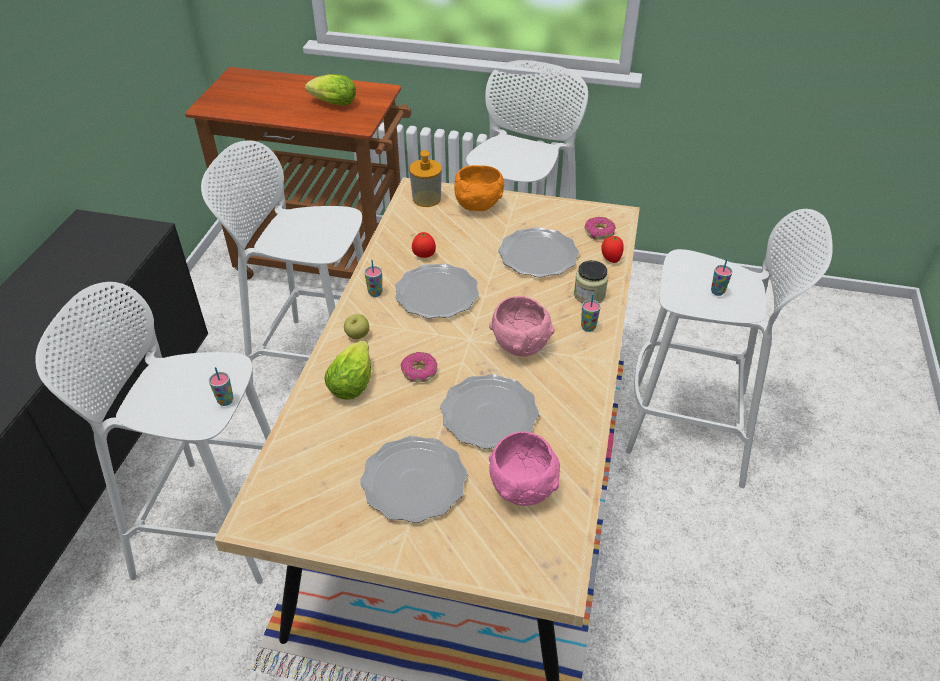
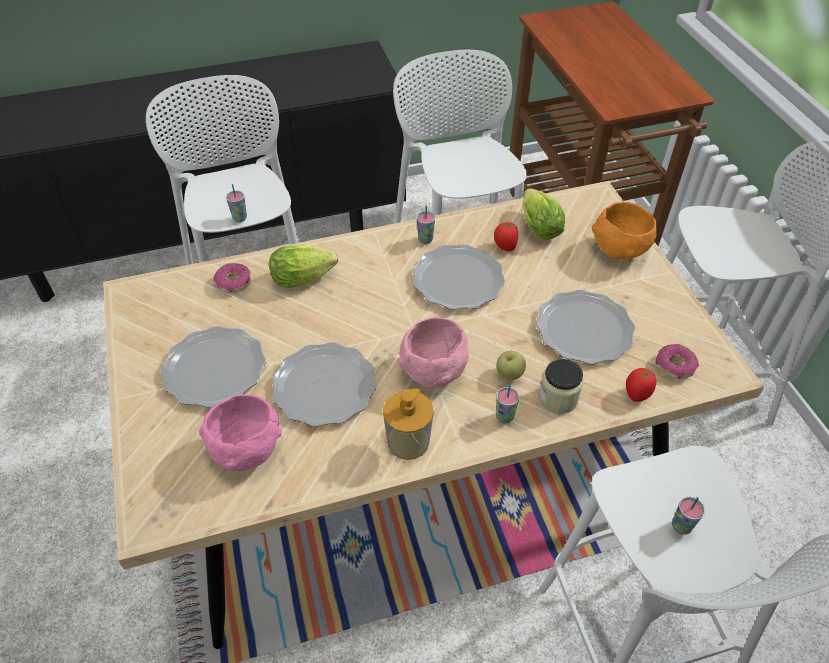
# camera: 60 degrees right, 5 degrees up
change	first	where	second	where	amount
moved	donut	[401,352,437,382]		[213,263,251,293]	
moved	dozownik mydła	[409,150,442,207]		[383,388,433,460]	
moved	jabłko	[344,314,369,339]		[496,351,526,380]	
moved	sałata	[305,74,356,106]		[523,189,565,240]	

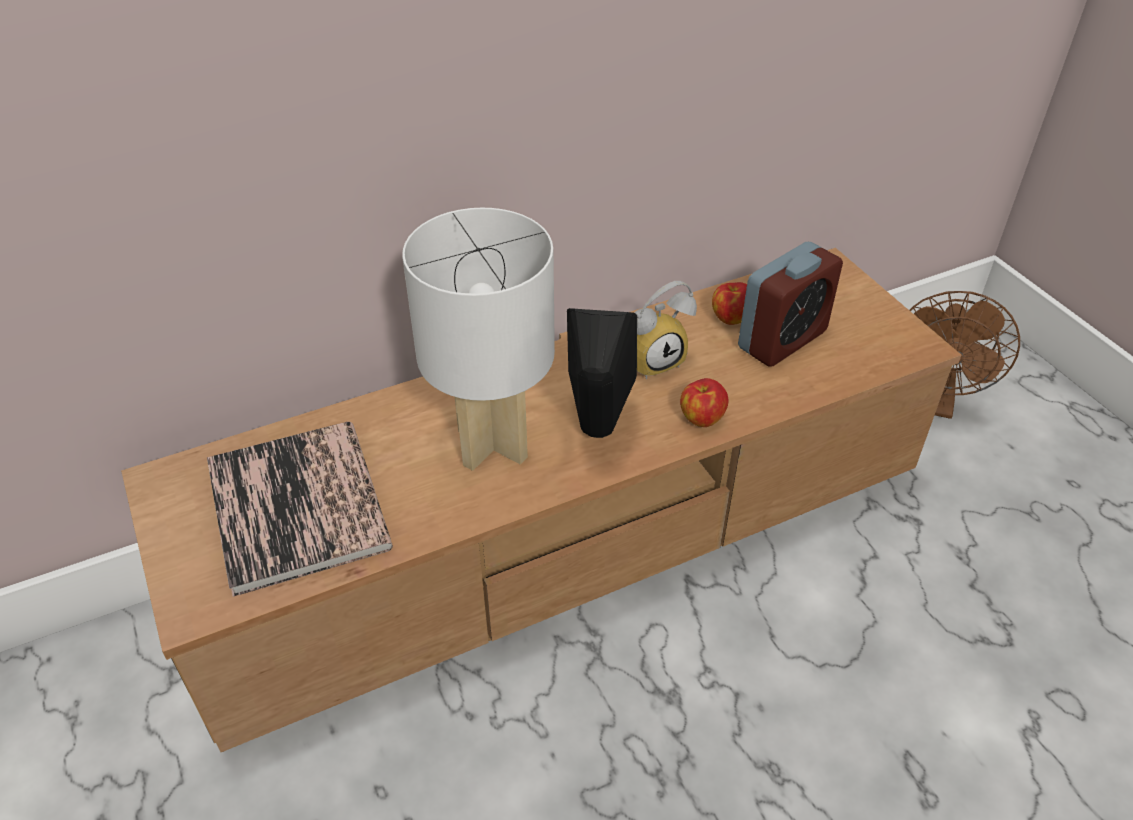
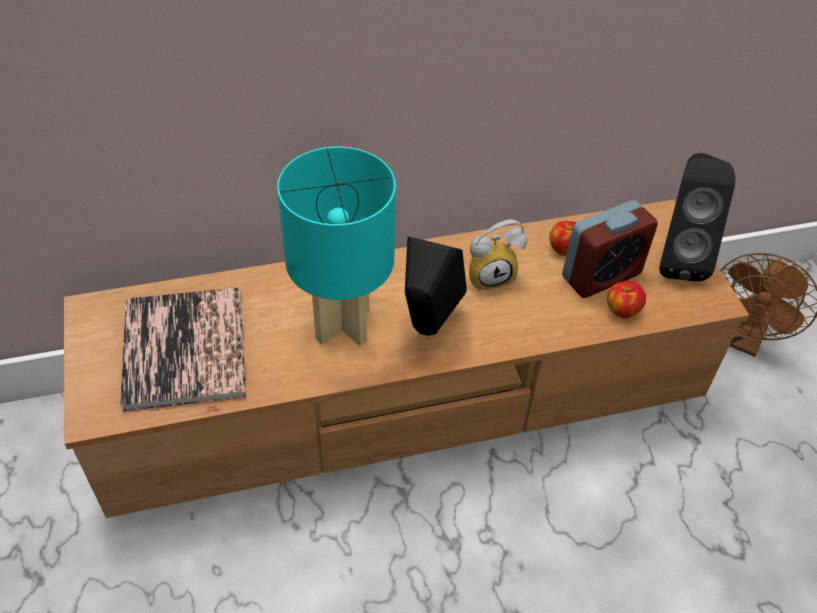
# camera: 10 degrees right, 5 degrees up
change	first	where	second	where	amount
recoloured	lampa stołowa (biały)	[402,208,555,471]	lampa stołowa (turkusowy)	[277,147,396,346]	
moved	jabłko	[680,378,729,427]		[607,281,646,319]	
added			głośnik (czarny)	[659,153,735,282]	

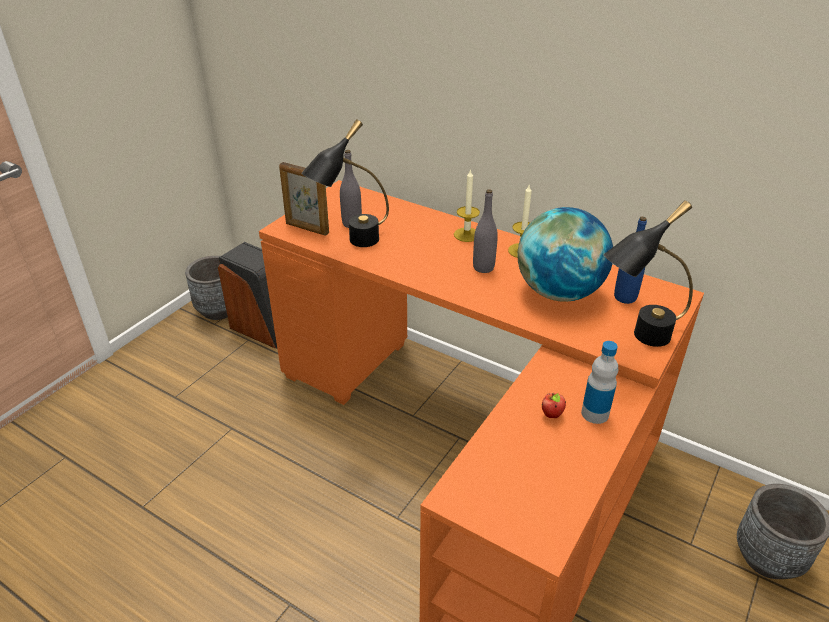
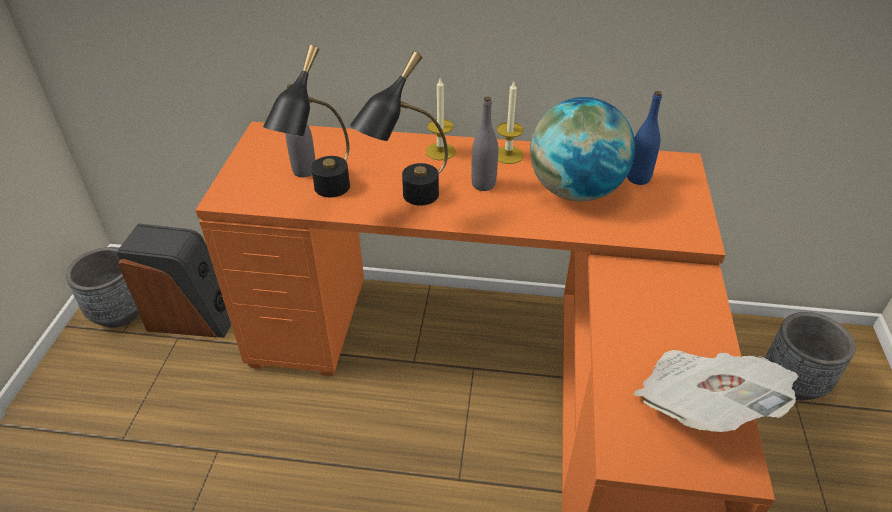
# camera: 25 degrees left, 5 degrees up
change	first	where	second	where	amount
moved	lampa stołowa (czarny)	[603,200,693,347]		[349,51,448,206]	
added			gazeta	[634,350,799,432]	
removed	ramka na zdjęcie	[279,162,329,236]			
removed	jabłko	[542,393,566,418]			
removed	butelka	[581,341,618,424]			

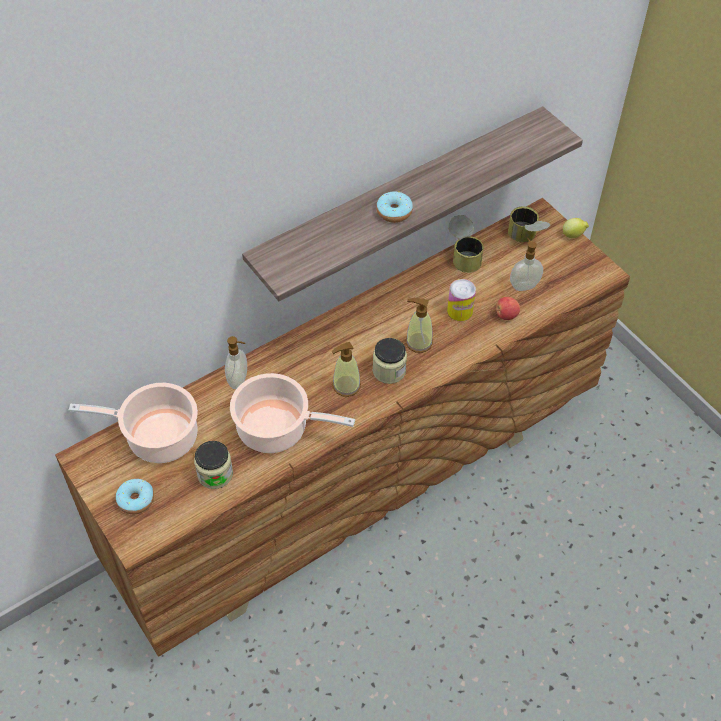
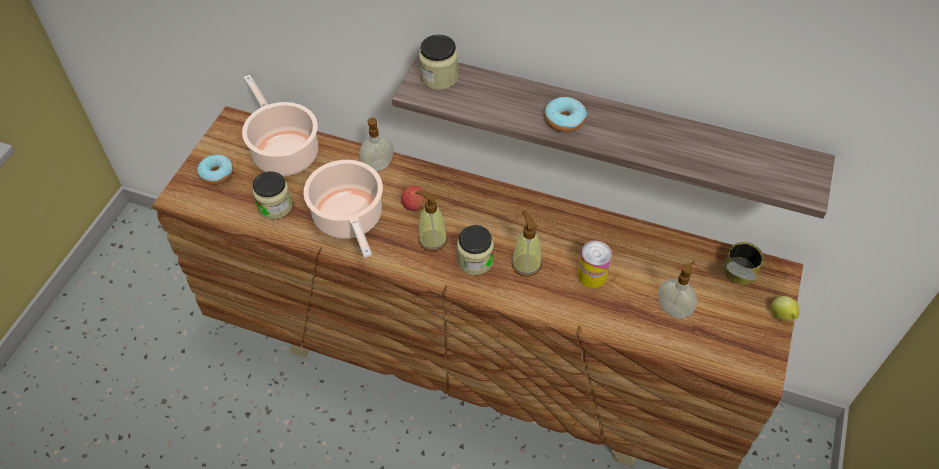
# camera: 55 degrees right, 0 degrees up
change	first	where	second	where	amount
moved	jabłko	[496,297,520,320]		[401,186,427,211]	
added			słoik	[418,35,458,90]	
removed	puszka	[448,215,484,273]			

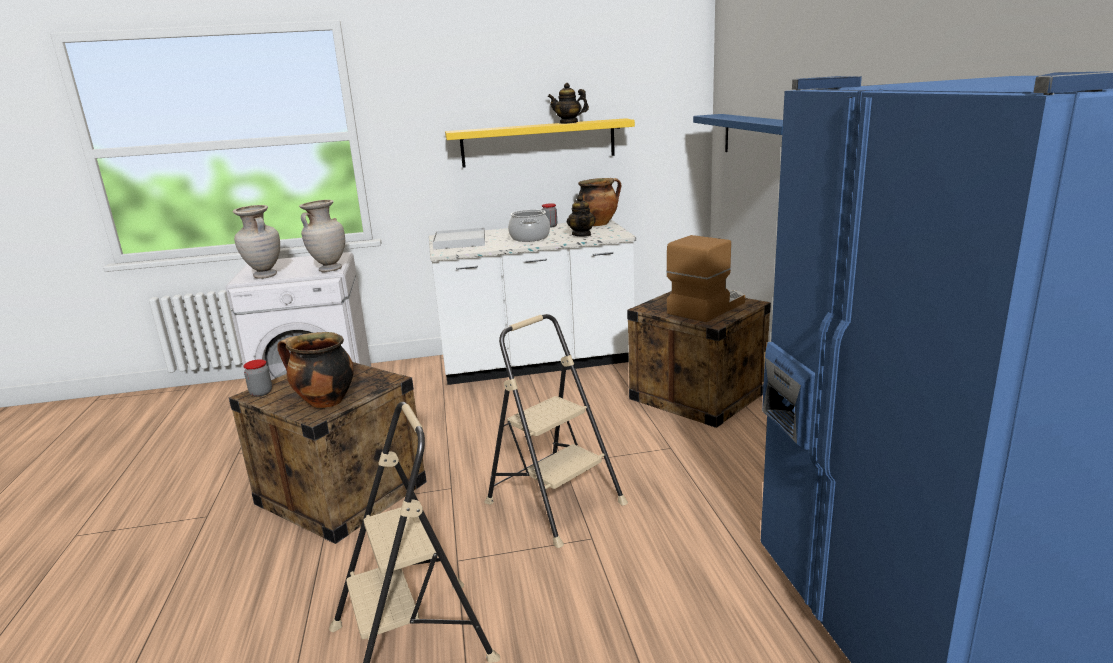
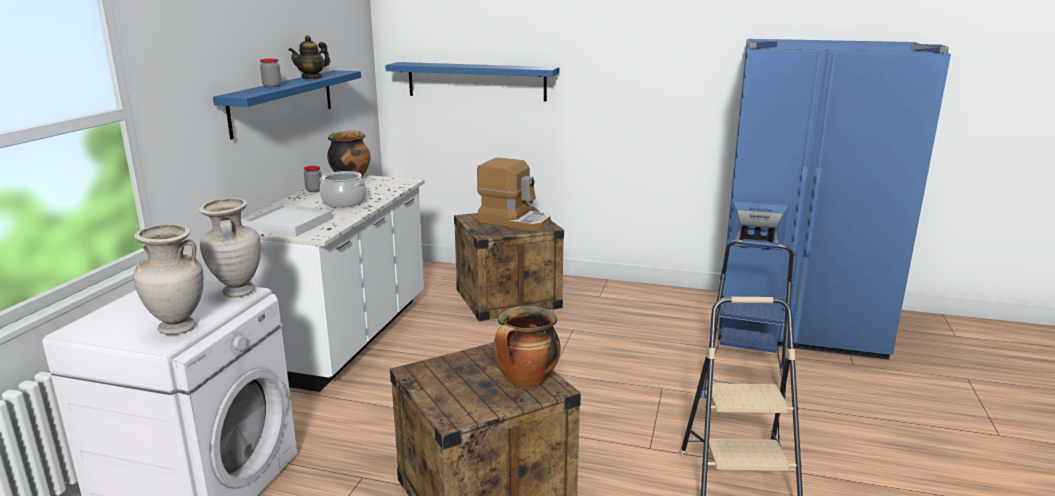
# camera: 65 degrees left, 0 degrees up
change	first	where	second	where	amount
recoloured	półka (żółty)	[445,118,635,168]	półka (niebieski)	[213,70,361,140]	
moved	słoik	[243,359,272,397]		[260,59,281,87]	
turned	ekspres do kawy	[666,235,745,322]		[477,158,550,231]	135 degrees clockwise
added			drabinka (niebieski)	[700,240,794,399]	
removed	drabinka (beżowy)	[484,314,628,548]			
removed	imbryk	[567,196,596,237]			

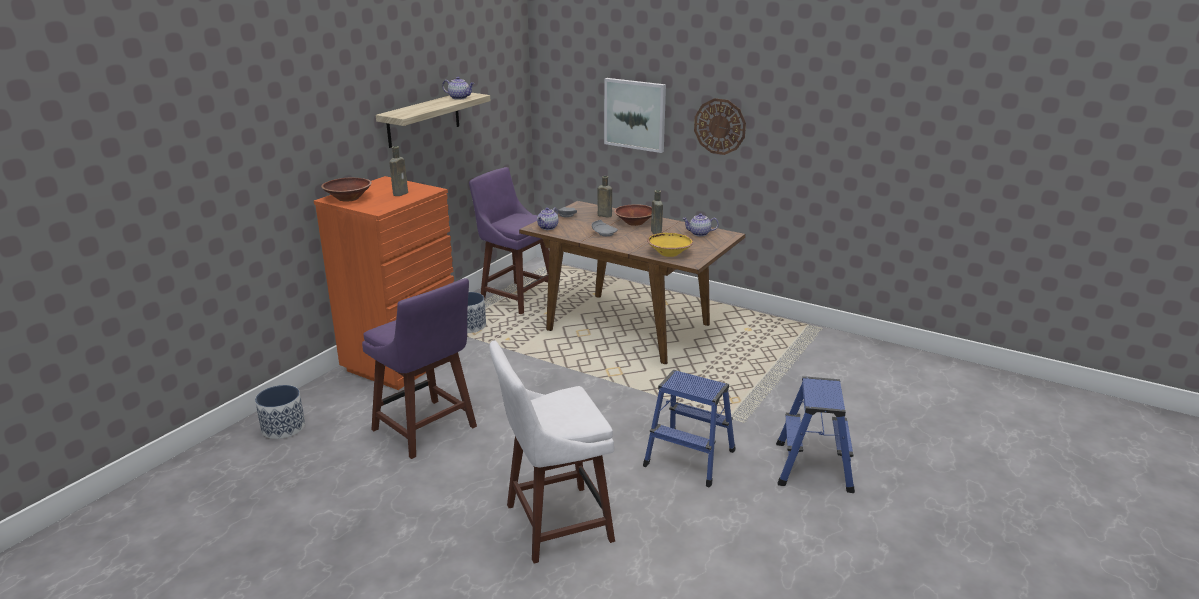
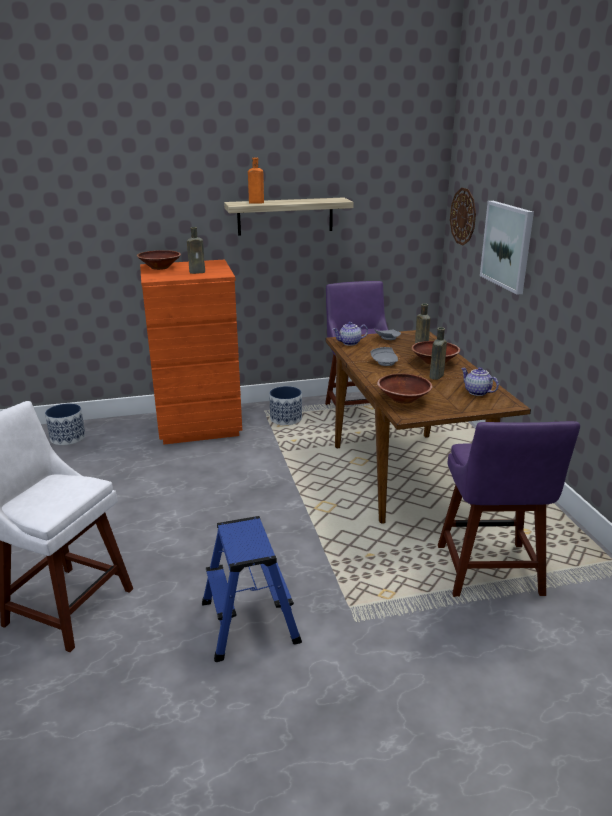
# camera: 45 degrees right, 0 degrees up
change	first	where	second	where	amount
added			butelka (pomarańczowy)	[248,158,264,204]	
recoloured	miska (żółty)	[647,233,693,257]	miska (brązowy)	[377,373,432,404]	
moved	krzesło (fioletowy)	[362,278,477,459]		[438,421,580,597]	
moved	zegar ścienny	[694,98,746,155]		[450,188,476,245]	
removed	imbryk	[442,77,475,100]			
removed	drabinka (niebieski)	[776,376,855,493]			

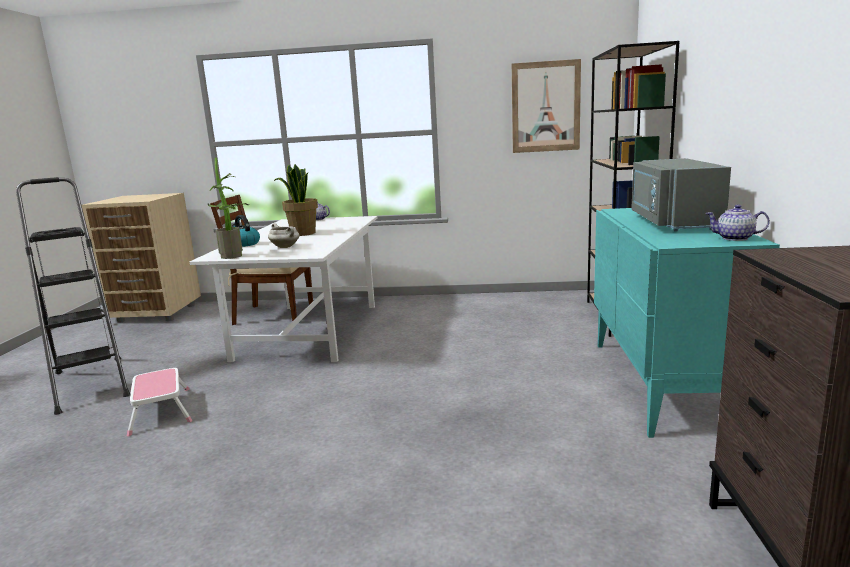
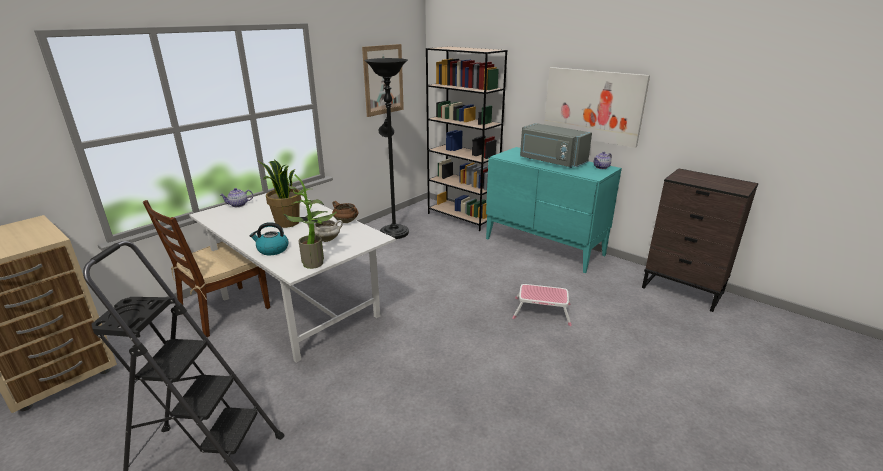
# camera: 55 degrees left, 10 degrees up
change	first	where	second	where	amount
added			garnek (brązowy)	[332,201,359,223]	
added			lampa stojąca (czarny)	[364,58,409,239]	
moved	drabinka (różowy)	[127,368,192,437]		[512,284,572,326]	
added			obraz	[544,67,650,148]	

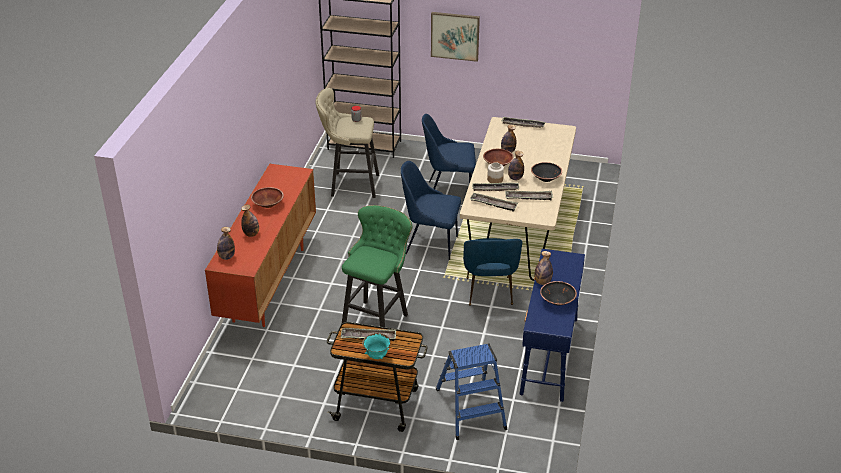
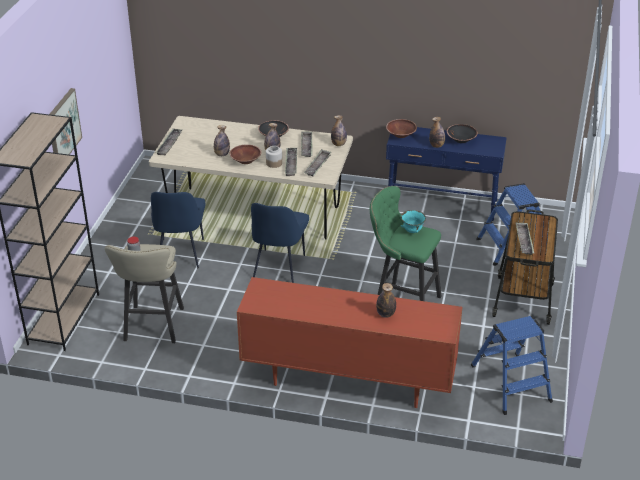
# camera: 90 degrees left, 0 degrees up
change	first	where	second	where	amount
moved	butelka	[217,227,235,260]		[331,115,347,146]	
moved	miska (brązowy)	[251,187,284,208]		[386,119,417,138]	
moved	miska (turkusowy)	[362,333,391,359]		[401,210,426,233]	
added			drabinka (niebieski)	[471,315,553,415]	
removed	krzesło (niebieski)	[463,238,522,306]			

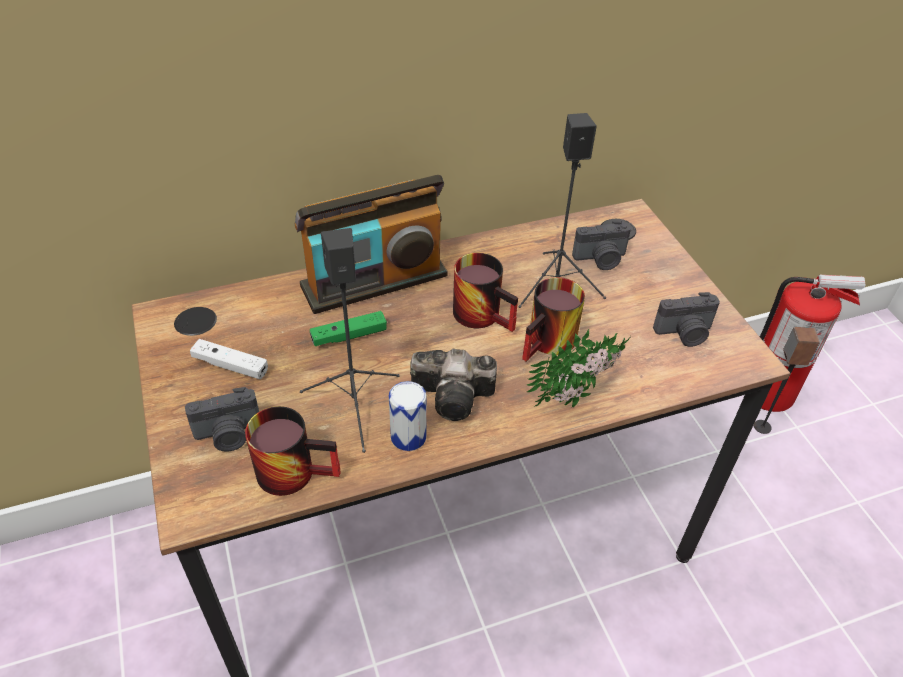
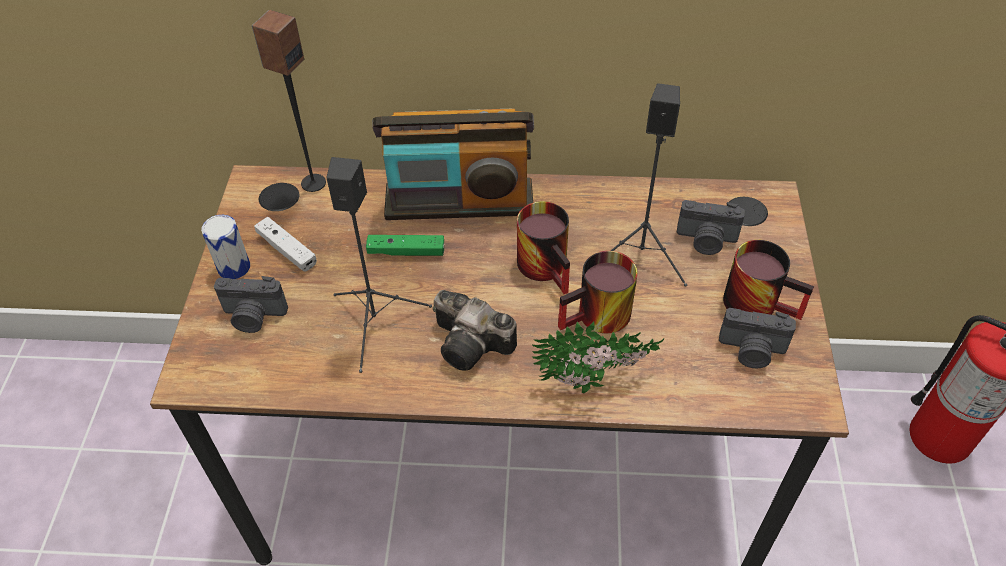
# camera: 25 degrees right, 5 degrees up
change	first	where	second	where	amount
moved	puszka	[389,381,426,451]		[201,215,250,279]	
moved	głośnik	[754,327,820,434]		[252,10,326,192]	
moved	kubek	[245,406,341,496]		[723,240,814,320]	

